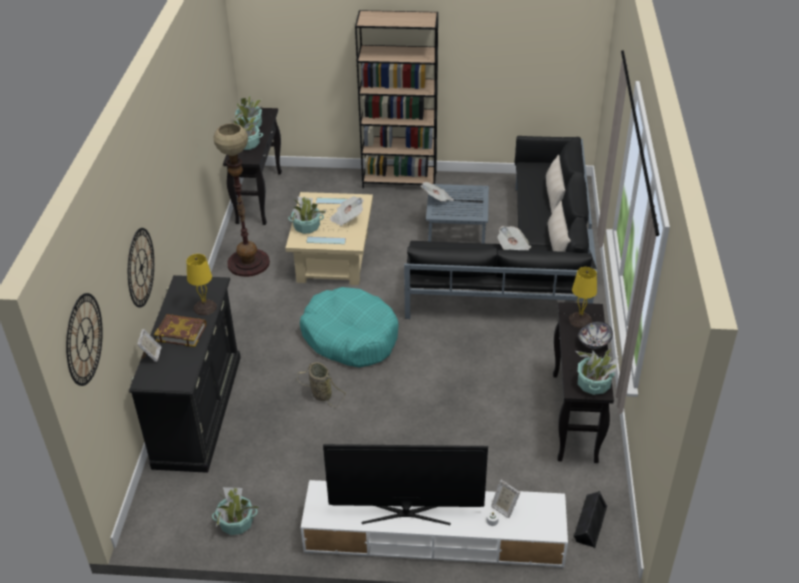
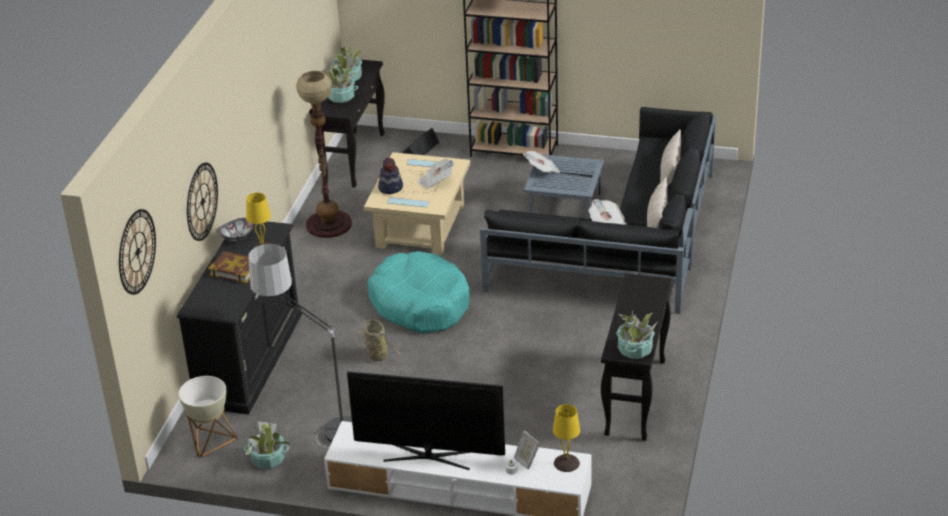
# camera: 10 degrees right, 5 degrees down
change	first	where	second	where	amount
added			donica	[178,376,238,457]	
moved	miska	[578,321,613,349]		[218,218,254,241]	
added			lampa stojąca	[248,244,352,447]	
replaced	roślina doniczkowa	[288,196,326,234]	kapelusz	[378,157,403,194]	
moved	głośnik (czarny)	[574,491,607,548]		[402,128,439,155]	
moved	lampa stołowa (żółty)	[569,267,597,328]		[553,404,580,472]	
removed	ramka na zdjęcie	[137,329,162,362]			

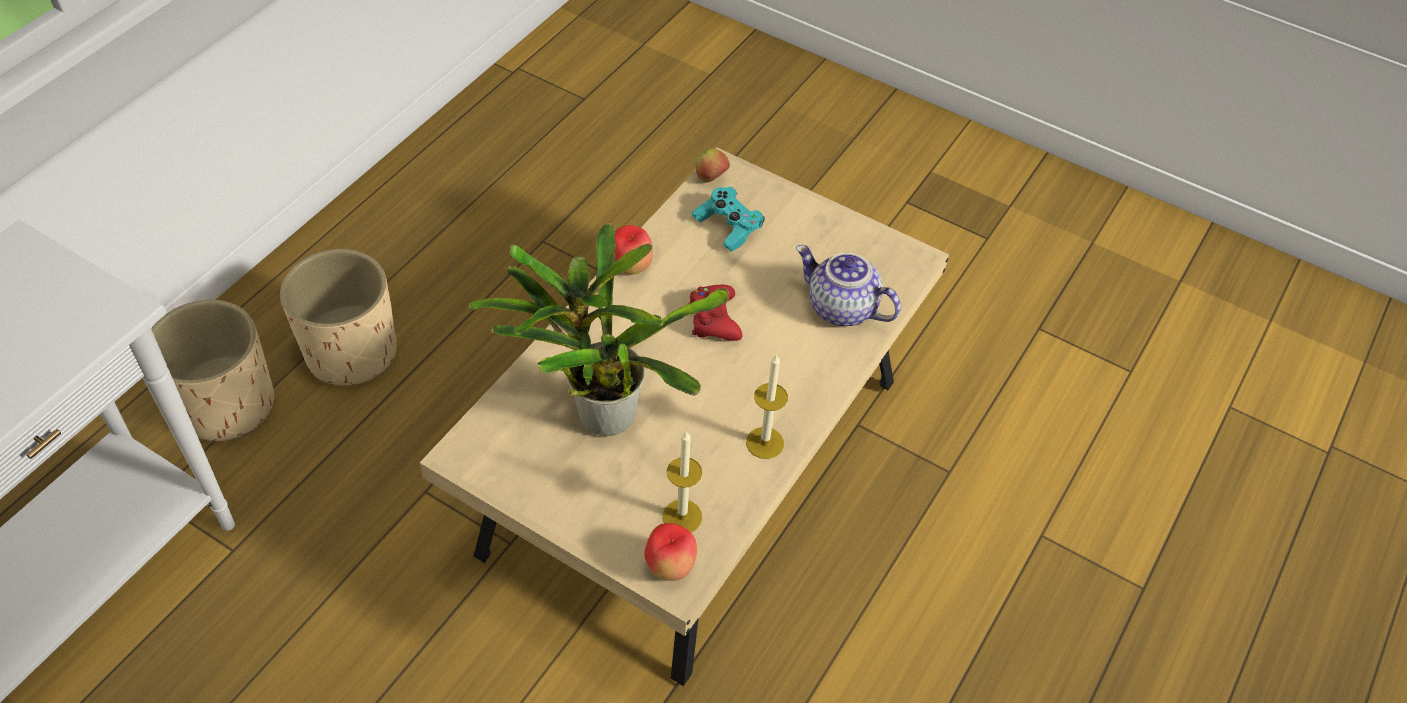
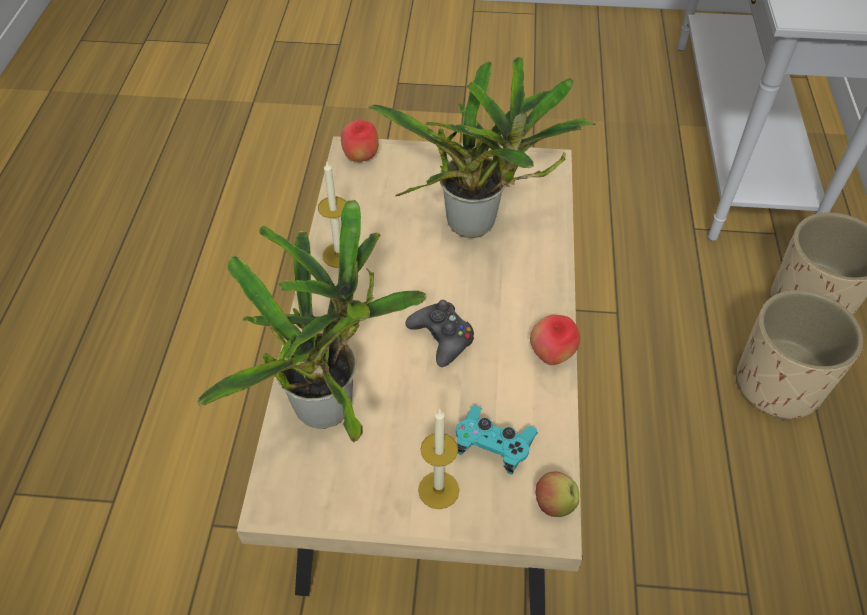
# camera: 155 degrees right, 0 degrees up
change	first	where	second	where	amount
replaced	imbryk	[796,245,901,326]	roślina doniczkowa	[198,200,427,443]	
recoloured	pad do gier (czerwony)	[689,285,742,341]	pad do gier (czarny)	[405,300,474,367]	
moved	świeca	[662,430,702,532]		[418,409,459,509]	

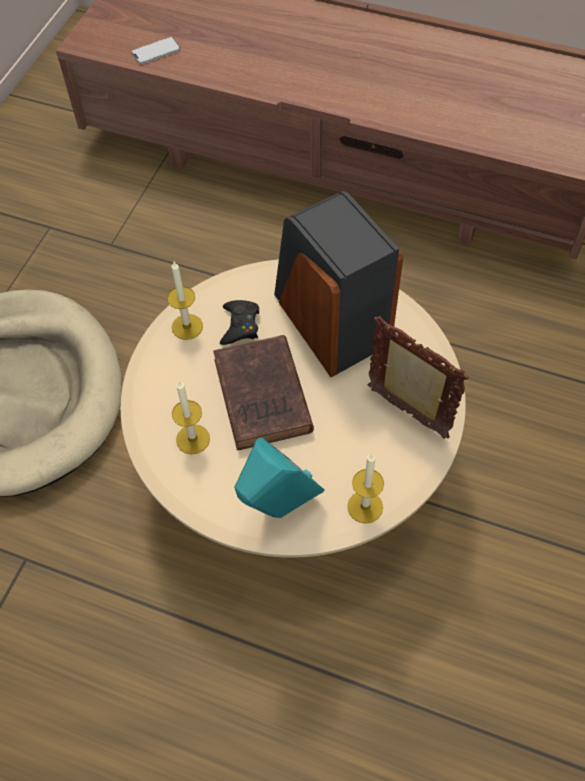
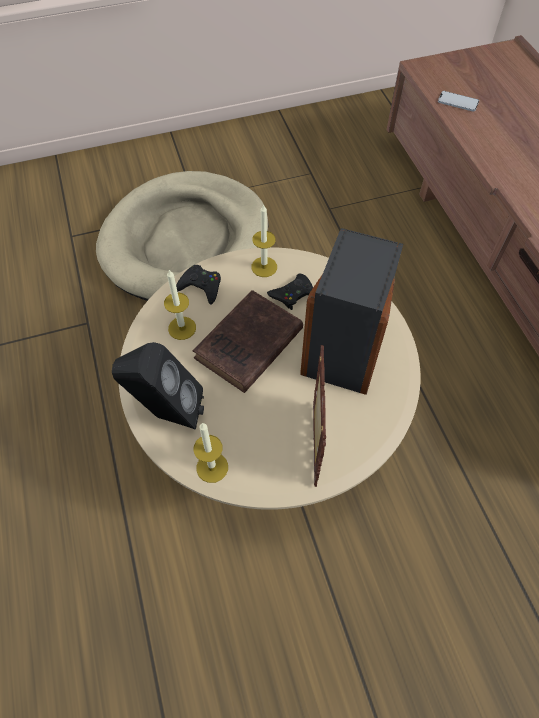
# camera: 50 degrees right, 0 degrees up
change	first	where	second	where	amount
recoloured	głośnik (turkusowy)	[234,438,325,518]	głośnik (czarny)	[112,342,204,430]	
added			pad do gier (czarny)	[176,265,221,305]	

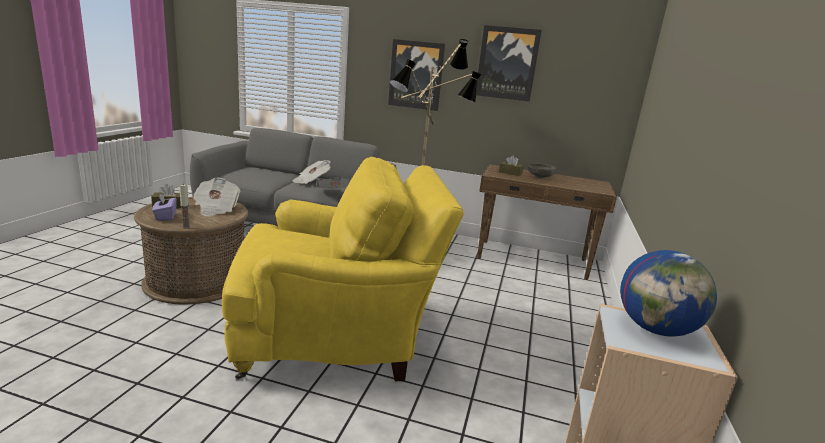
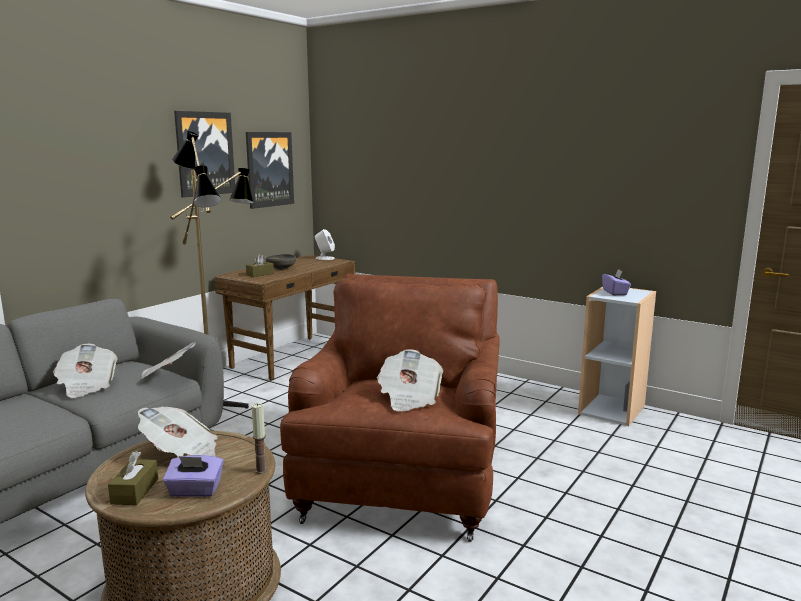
# camera: 70 degrees left, 5 degrees down
change	first	where	second	where	amount
moved	obraz	[388,39,445,111]		[246,132,294,209]	
recoloured	fotel (żółty)	[222,157,464,381]	fotel (brązowy)	[280,274,500,542]	
added			głośnik (biały)	[315,229,335,260]	
added			gazeta	[377,349,443,412]	
replaced	globus	[620,250,717,337]	pudełko chusteczek (fioletowy)	[602,269,631,295]	

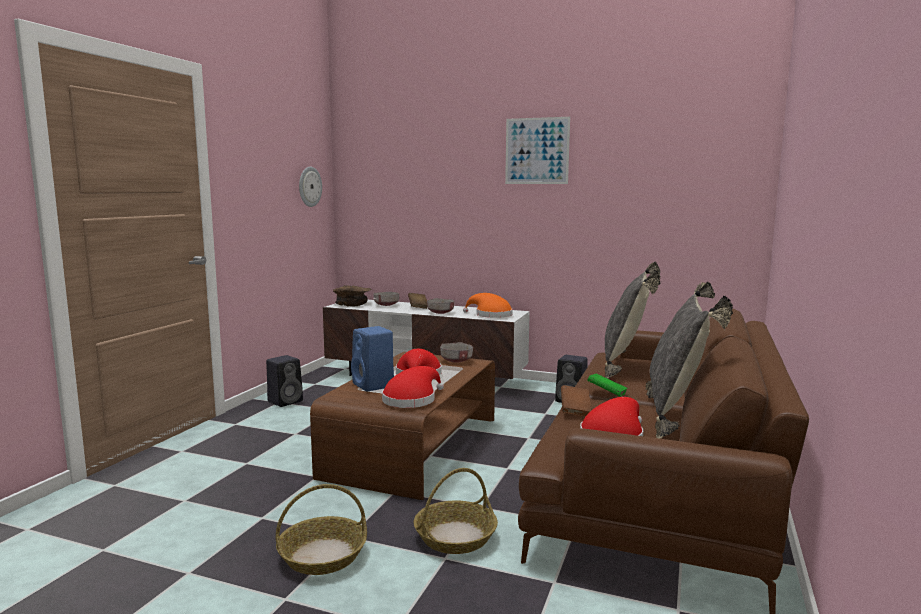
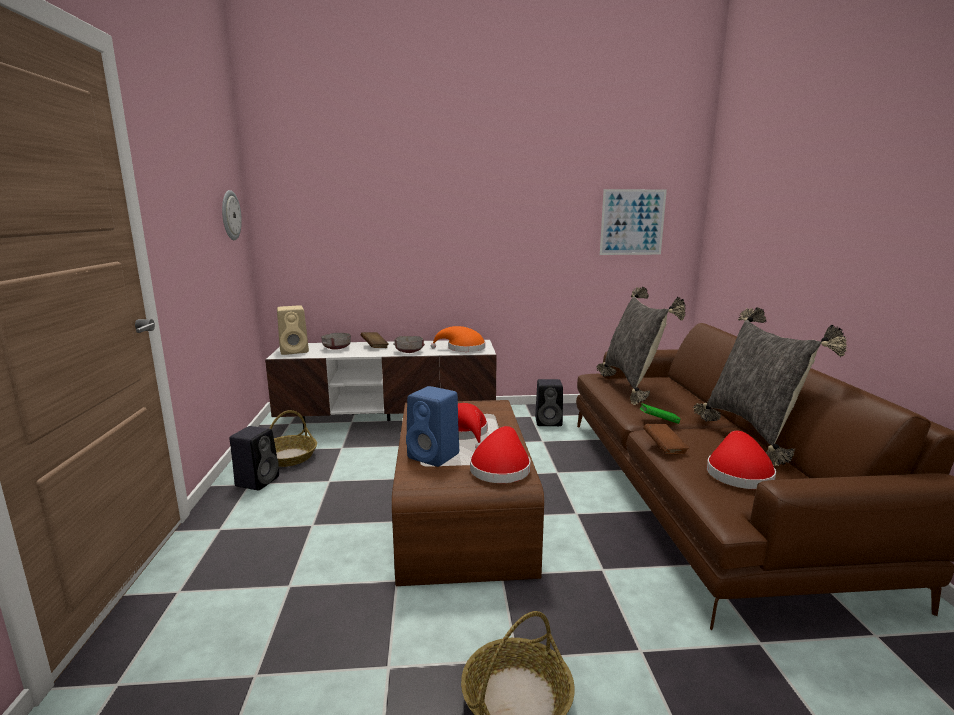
# camera: 25 degrees left, 5 degrees up
change	first	where	second	where	amount
moved	koszyk	[414,468,498,554]		[269,410,317,467]	
replaced	miska (brązowy)	[333,285,372,306]	głośnik (beżowy)	[277,305,309,355]	
moved	obraz	[505,117,570,184]		[600,189,667,255]	
removed	miska (szary)	[440,342,473,363]			

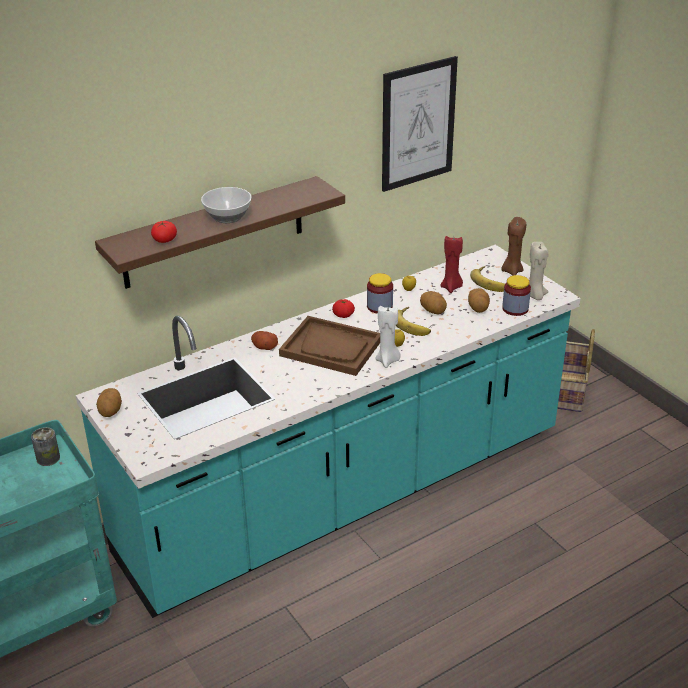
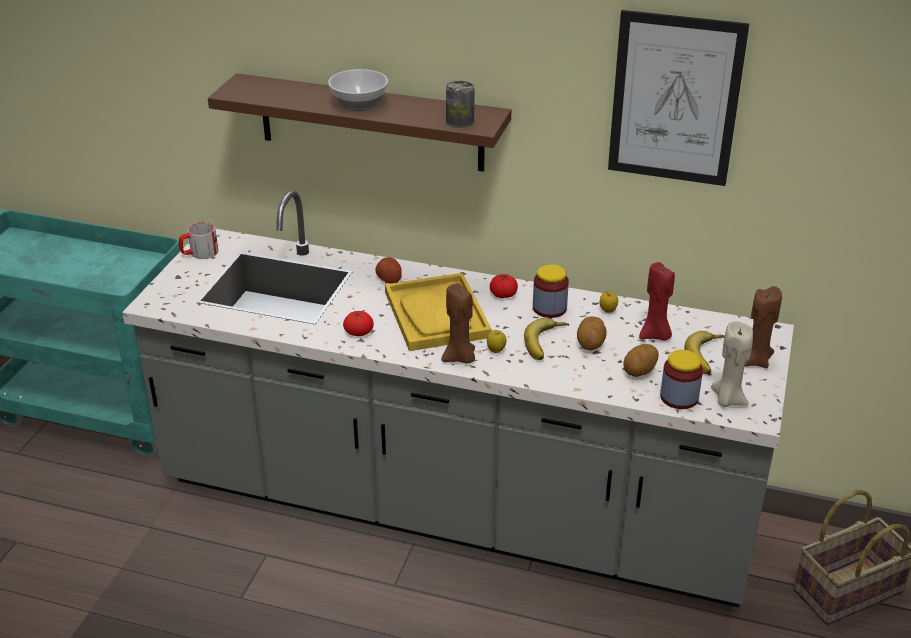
# camera: 50 degrees right, 0 degrees up
change	first	where	second	where	amount
recoloured	zabudowa kuchenna (turkusowy)	[76,245,581,618]	zabudowa kuchenna (szary)	[122,191,794,607]	
replaced	ziemniak	[96,388,122,417]	kubek	[179,222,218,259]	
moved	pomidor	[151,221,177,243]		[343,311,374,336]	
recoloured	taca (brązowy)	[279,316,380,376]	taca (żółty)	[385,273,492,351]	
recoloured	świeca (biały)	[375,306,401,368]	świeca (brązowy)	[441,283,475,364]	
moved	puszka	[31,427,60,466]		[446,81,475,128]	

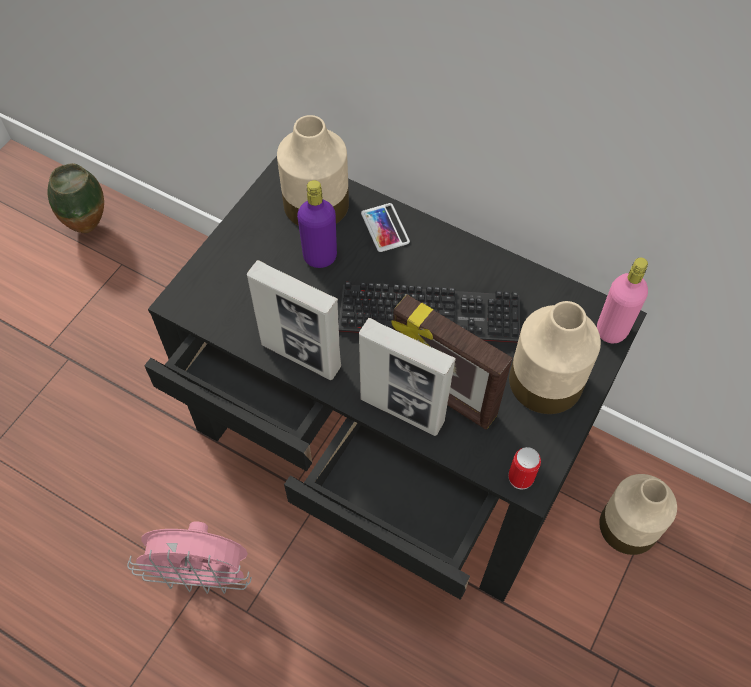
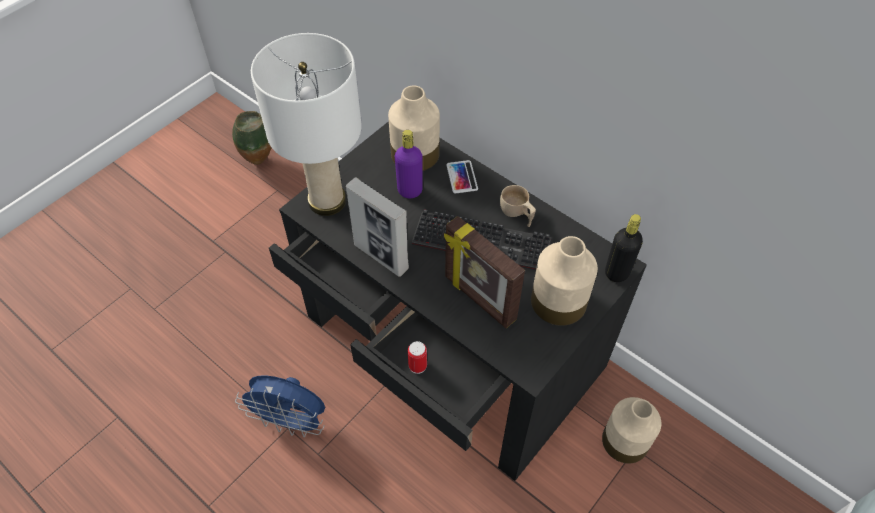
# camera: 10 degrees right, 5 degrees down
change	first	where	second	where	amount
recoloured	wentylator (różowy)	[127,521,252,594]	wentylator (niebieski)	[235,375,325,437]	
added			lampa stołowa (biały)	[251,33,361,216]	
moved	puszka	[508,447,541,490]		[408,341,427,374]	
added			filiżanka (beżowy)	[500,185,536,227]	
recoloured	butelka (różowy)	[597,257,648,343]	butelka (czarny)	[605,214,643,282]	
removed	ramka na zdjęcie	[359,318,456,436]			

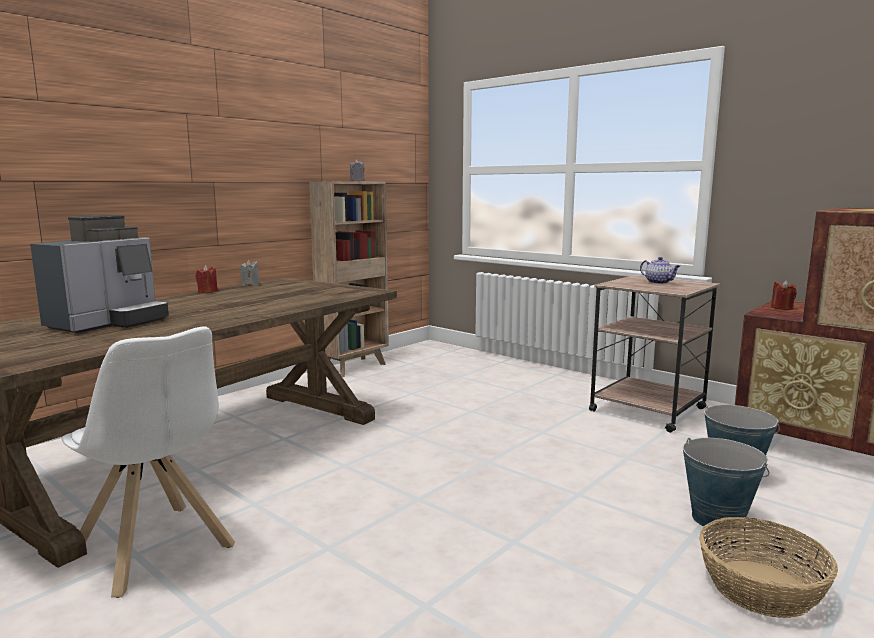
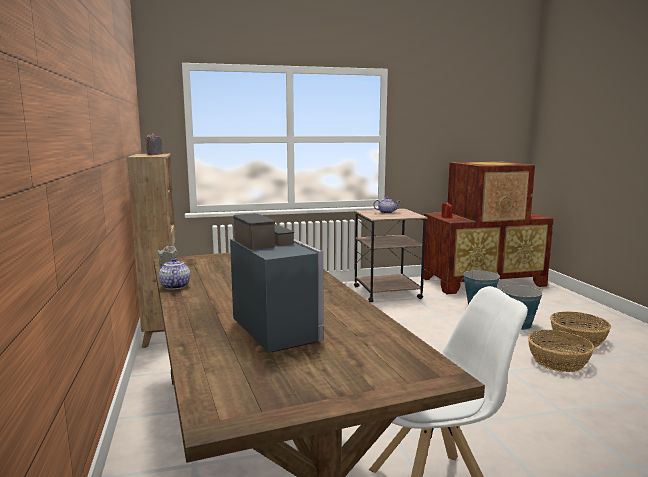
# camera: 55 degrees left, 0 degrees up
change	first	where	second	where	amount
replaced	świeca (czerwony)	[196,265,218,293]	imbryk	[159,258,190,289]	
added			koszyk	[528,330,594,372]	

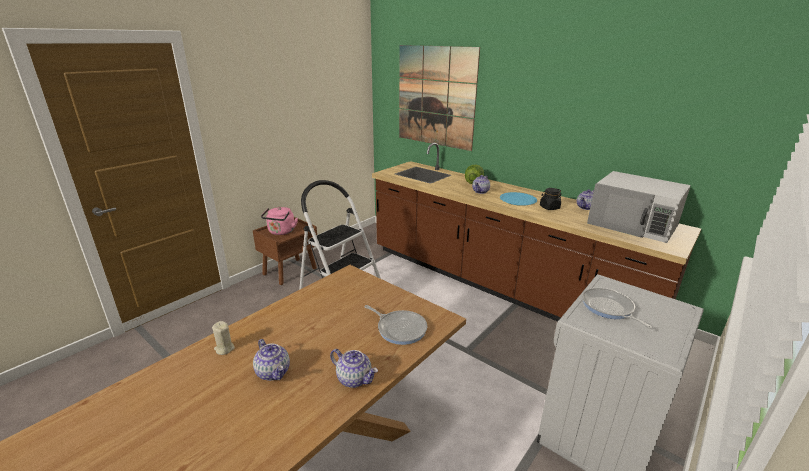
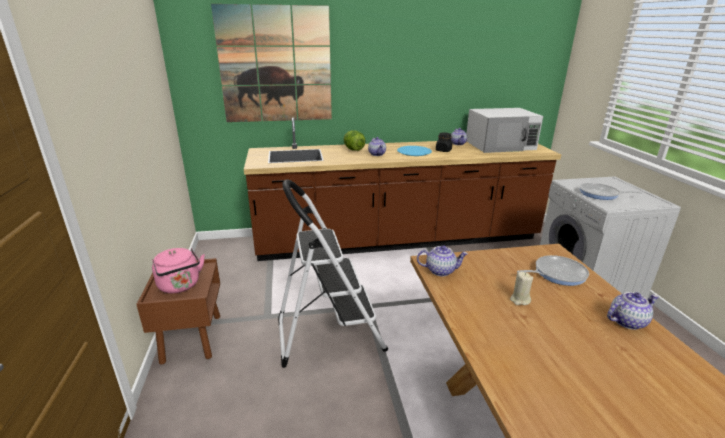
# camera: 50 degrees left, 0 degrees up
change	first	where	second	where	amount
moved	imbryk	[253,339,290,381]		[417,245,468,276]	
moved	świeca (beżowy)	[212,321,235,355]		[510,272,533,305]	

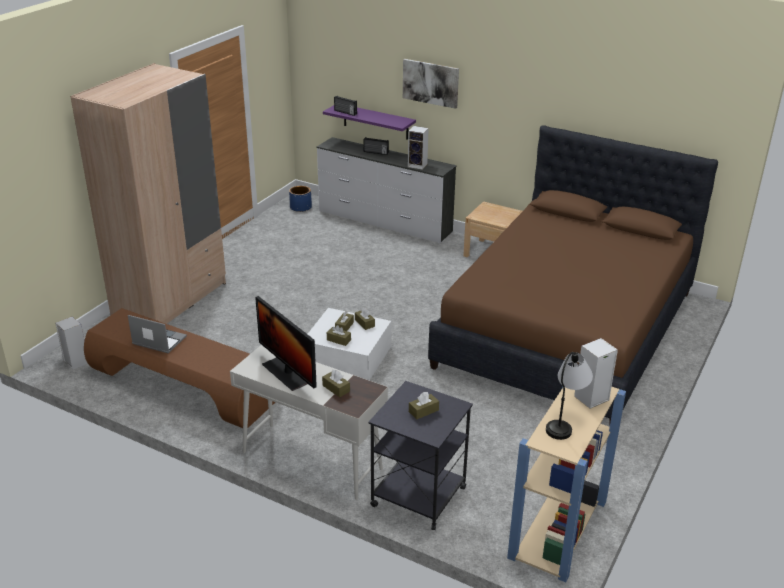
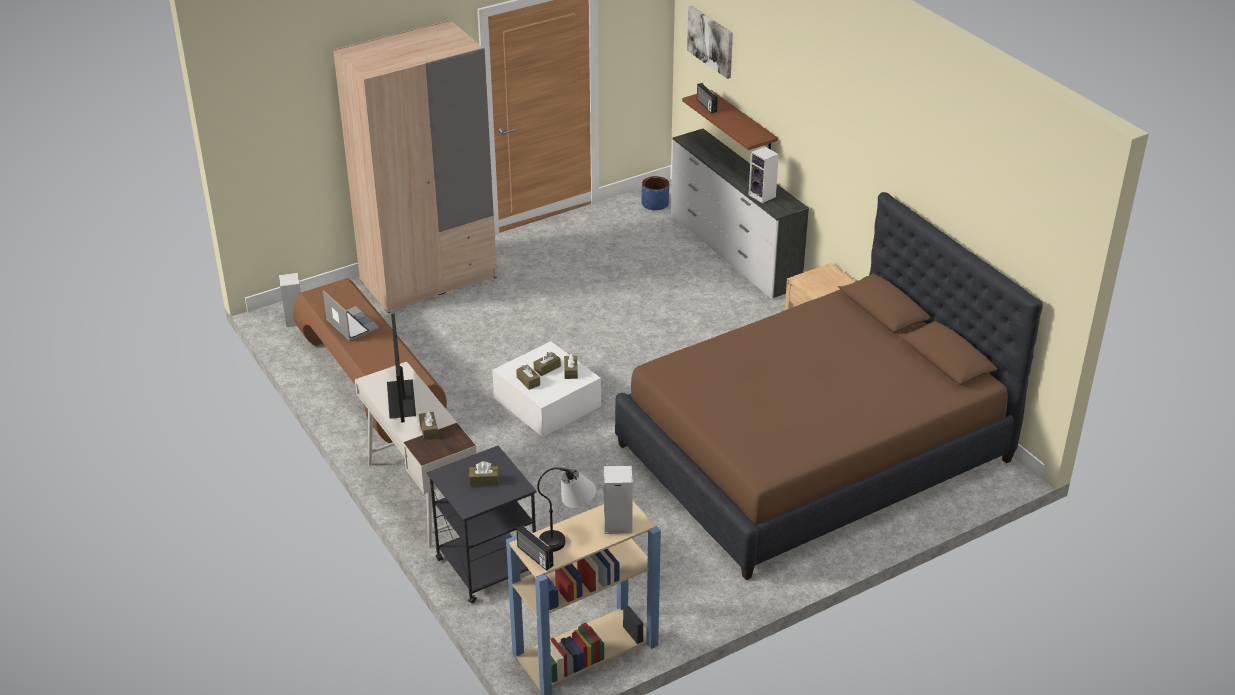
# camera: 30 degrees right, 5 degrees up
change	first	where	second	where	amount
moved	radio	[364,137,389,155]		[517,525,553,571]	
recoloured	półka (fioletowy)	[323,105,416,140]	półka (brązowy)	[682,90,778,150]	
moved	obraz	[403,59,459,109]		[687,6,733,79]	

